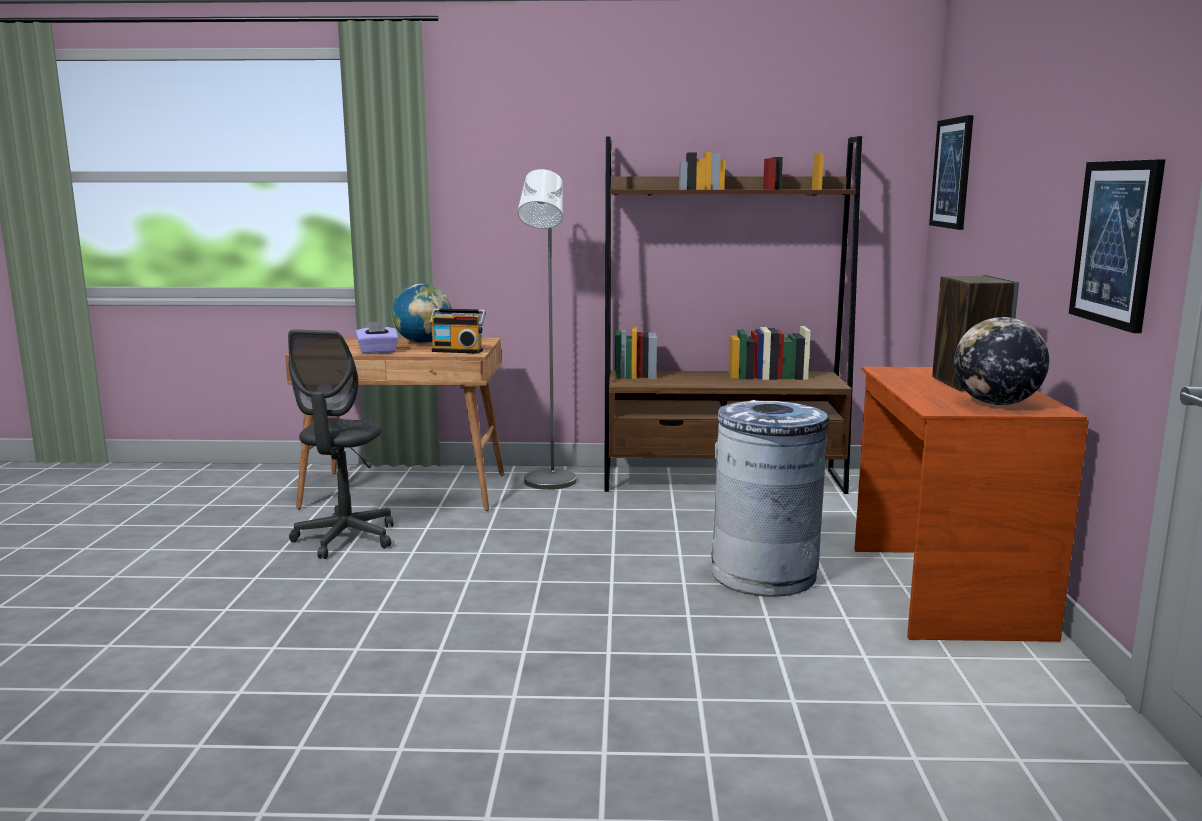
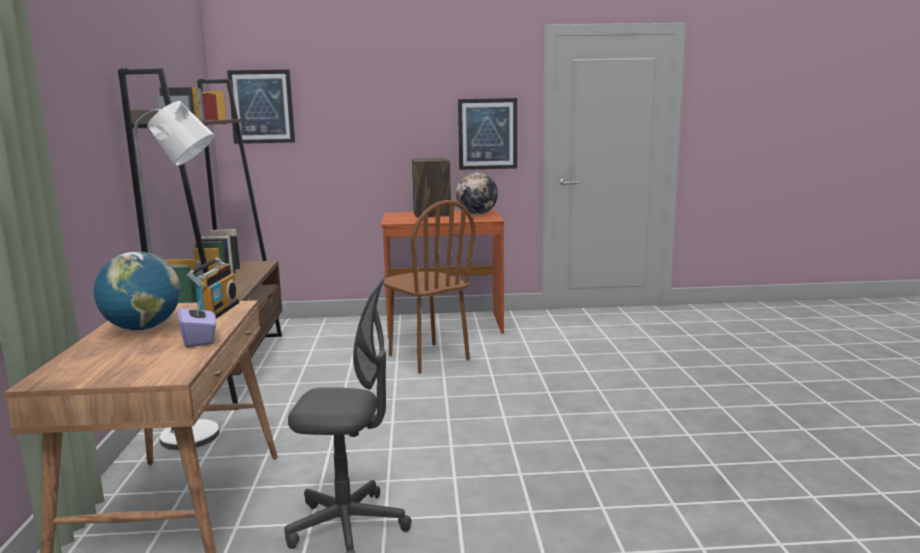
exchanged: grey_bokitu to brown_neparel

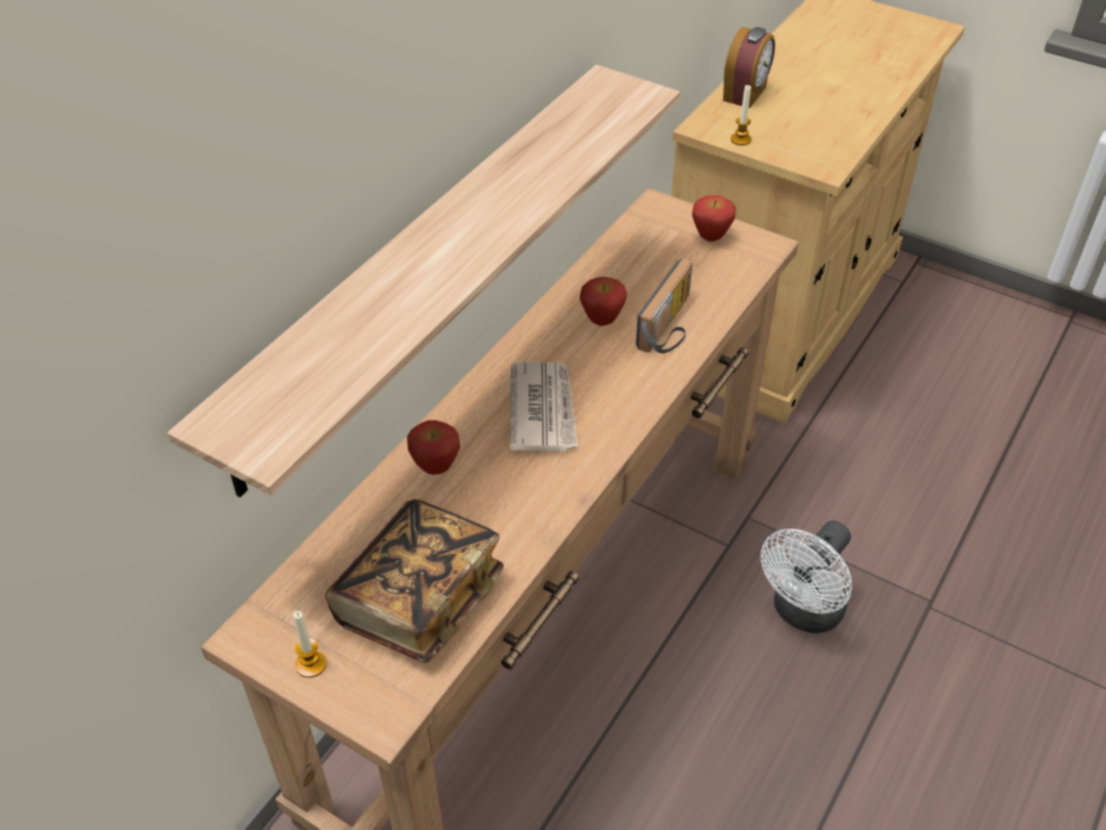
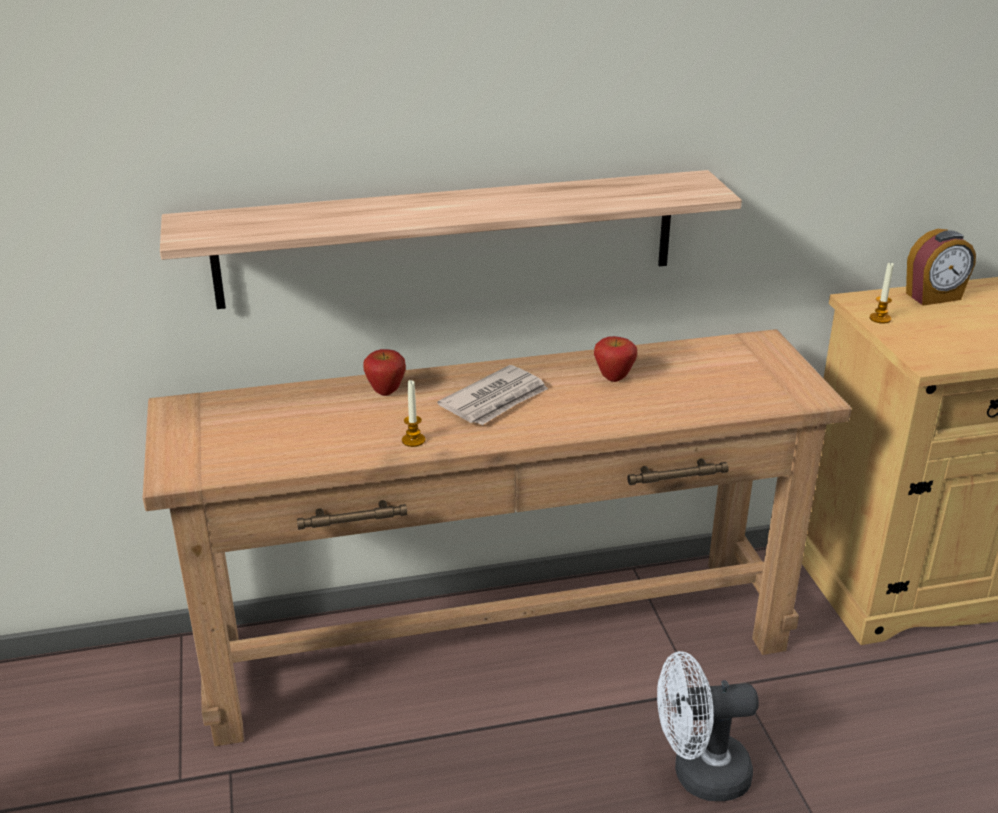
missing: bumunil (no. 3 from left); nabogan; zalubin
relocated: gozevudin (no. 1 from left)

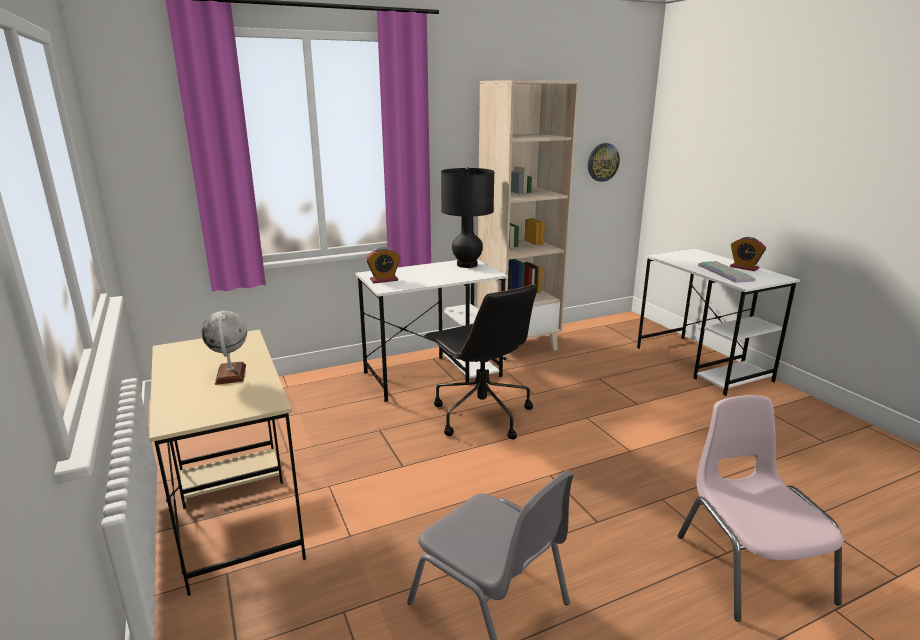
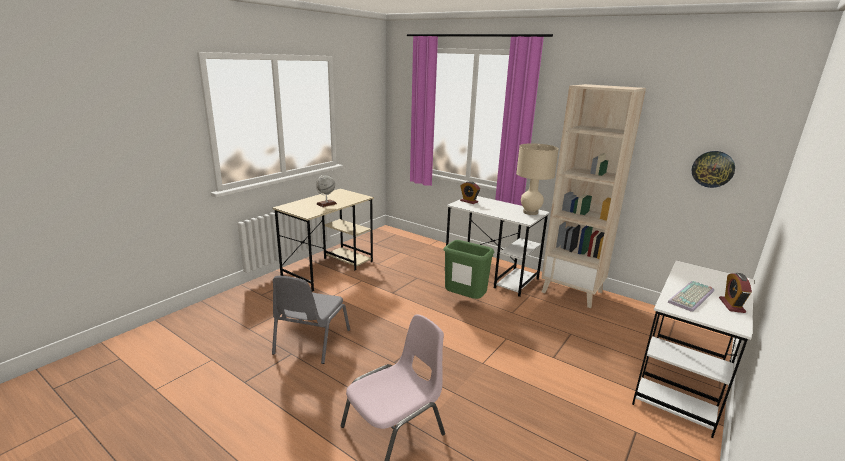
exchanged: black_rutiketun to green_bokitu
colour: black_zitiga to beige_zitiga

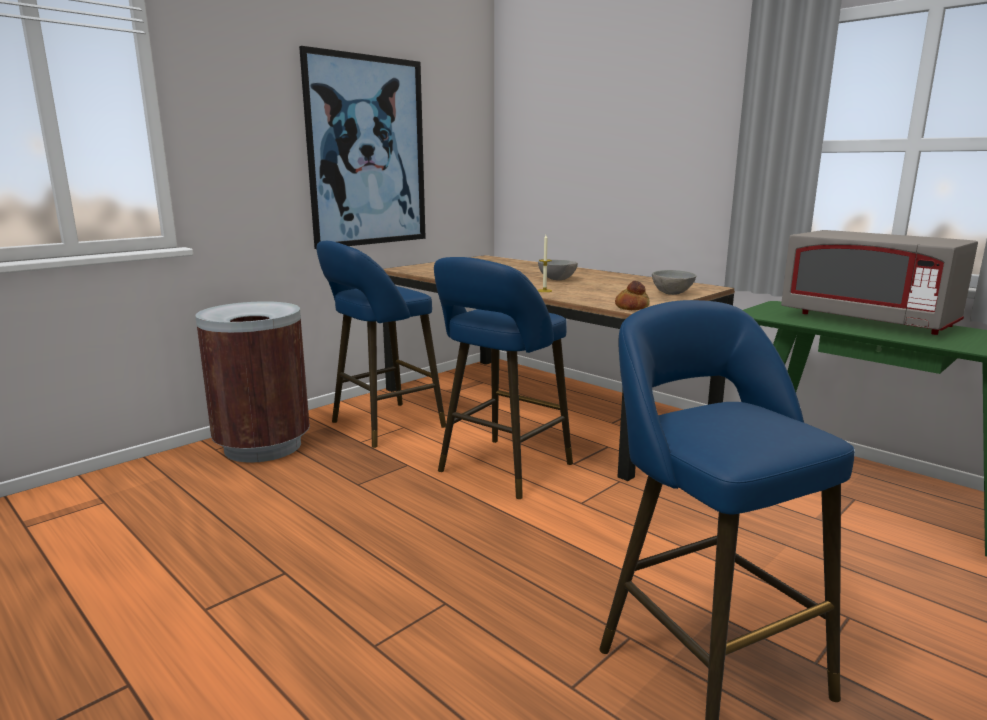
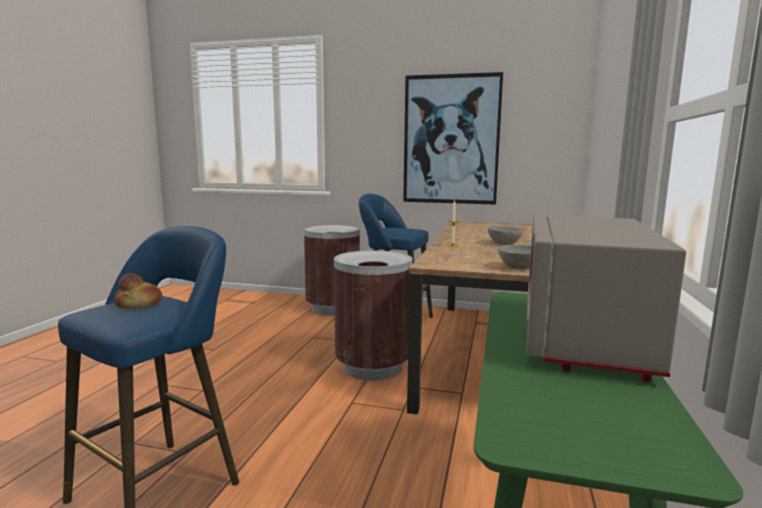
relocated: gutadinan
exchanged: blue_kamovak (no. 2 from left) to brown_bokitu (no. 2 from left)

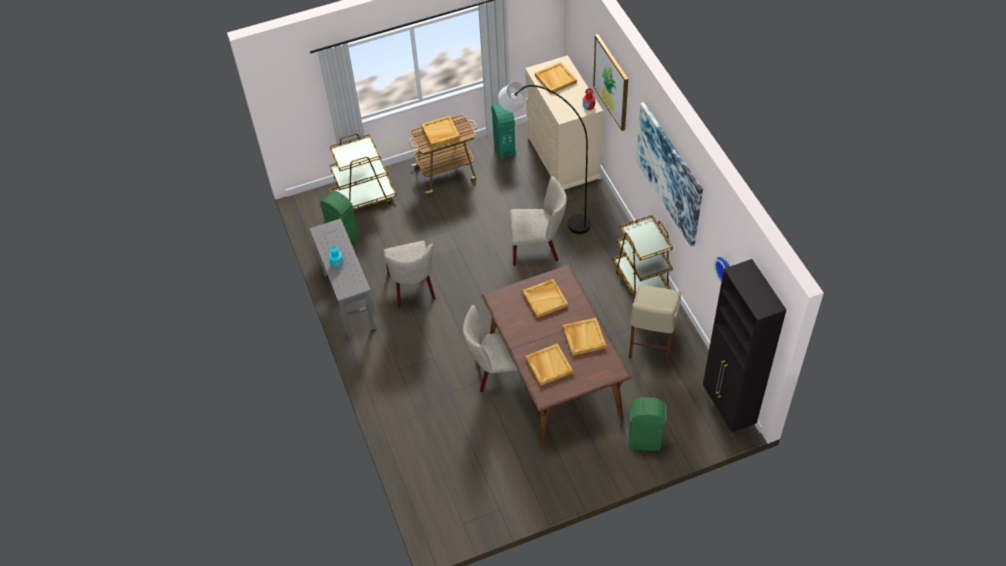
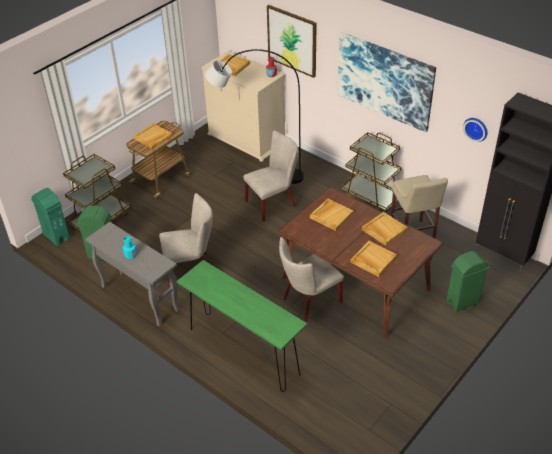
appeared: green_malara
relocated: green_bokitu (no. 2 from left in the first image) to green_bokitu (no. 1 from left)
spun: beige_neparel (no. 1 from left) 60 degrees counterclockwise

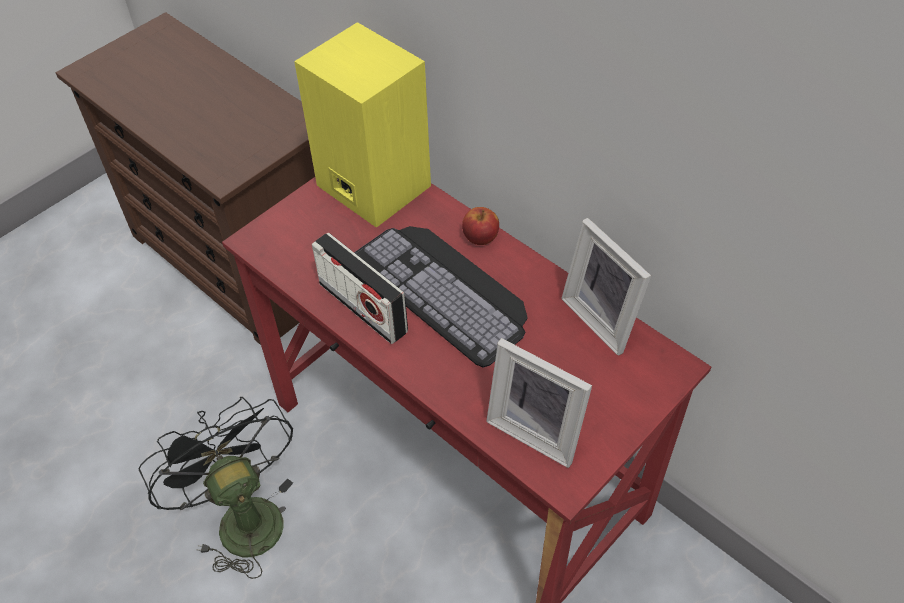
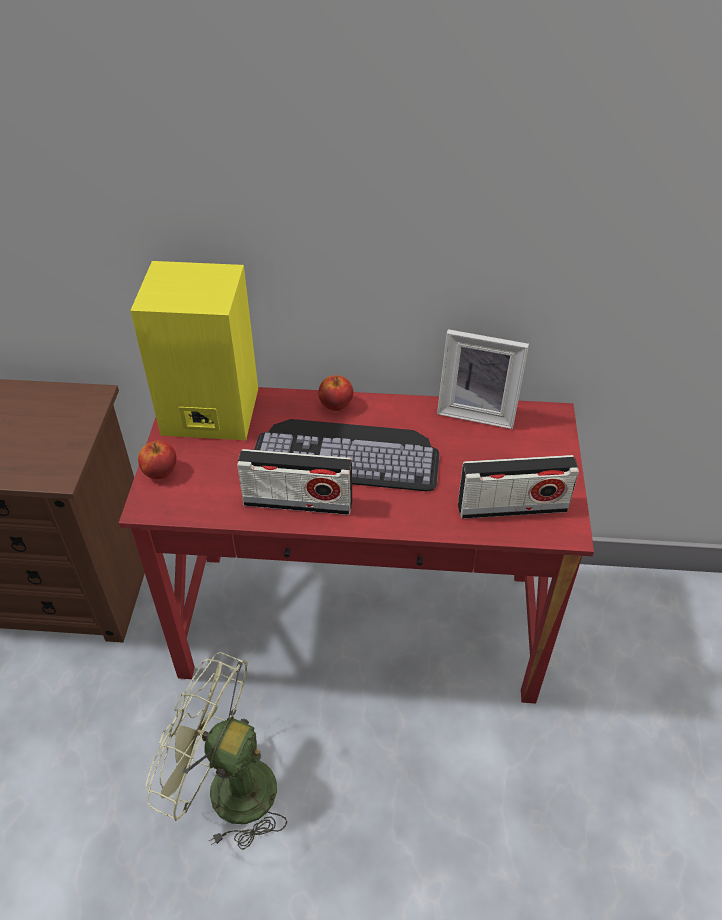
appeared: bumunil (no. 1 from left)
exchanged: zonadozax (no. 1 from left) to nabogan (no. 2 from left)
colour: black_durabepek to green_durabepek

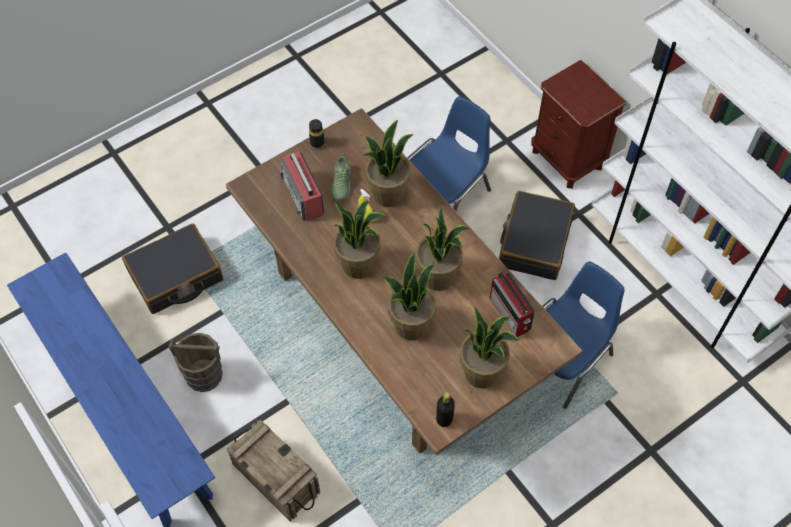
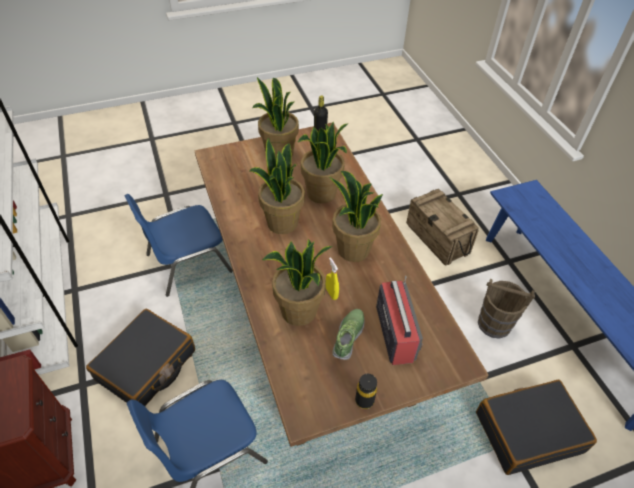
missing: nabogan (no. 2 from left)

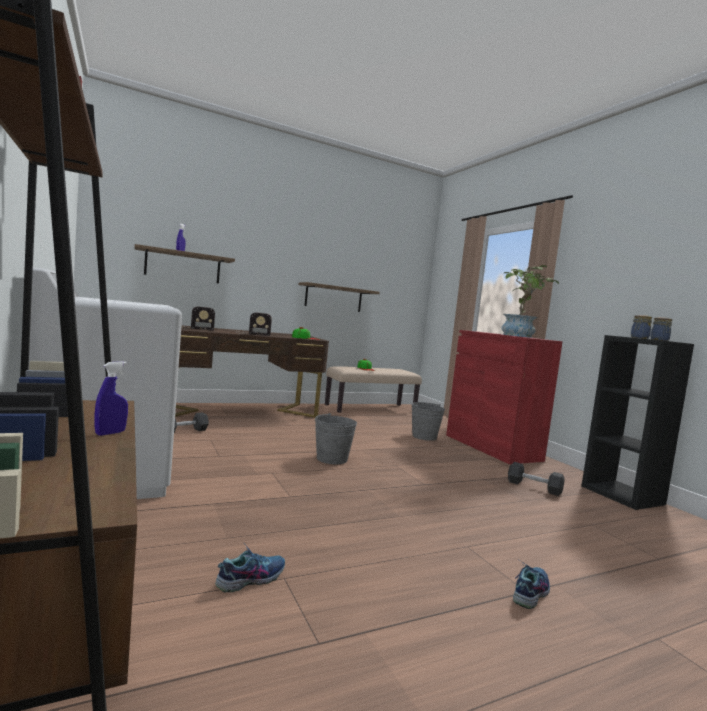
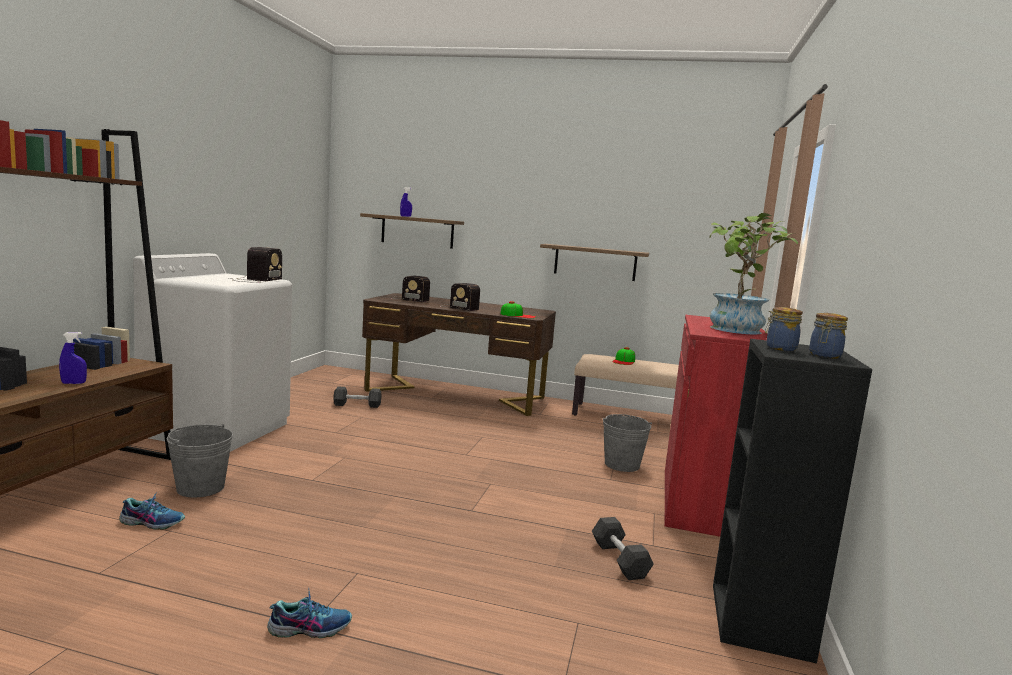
appeared: nabogan (no. 1 from left)
relocated: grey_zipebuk (no. 1 from left)

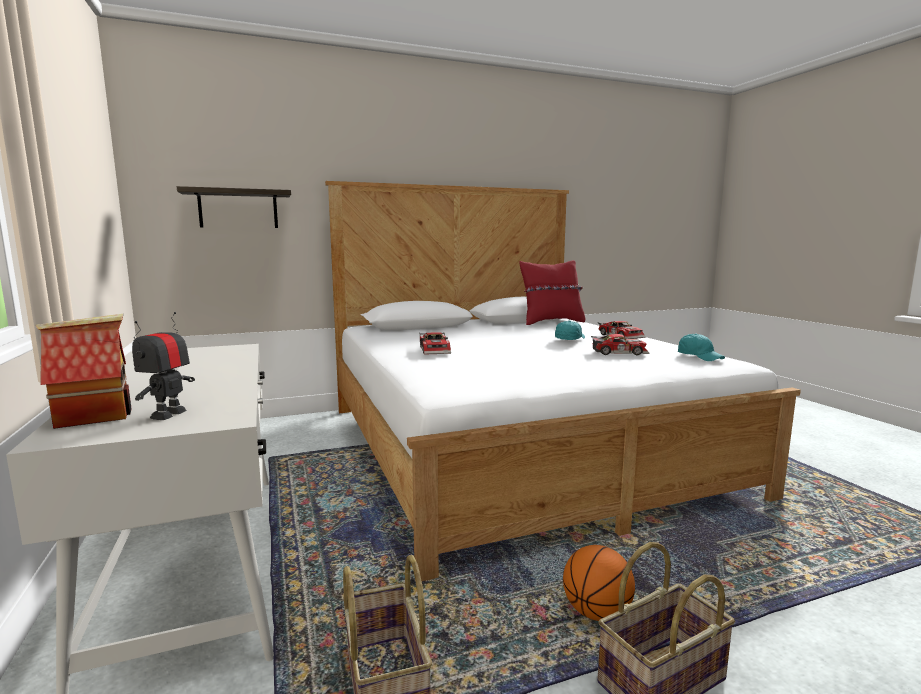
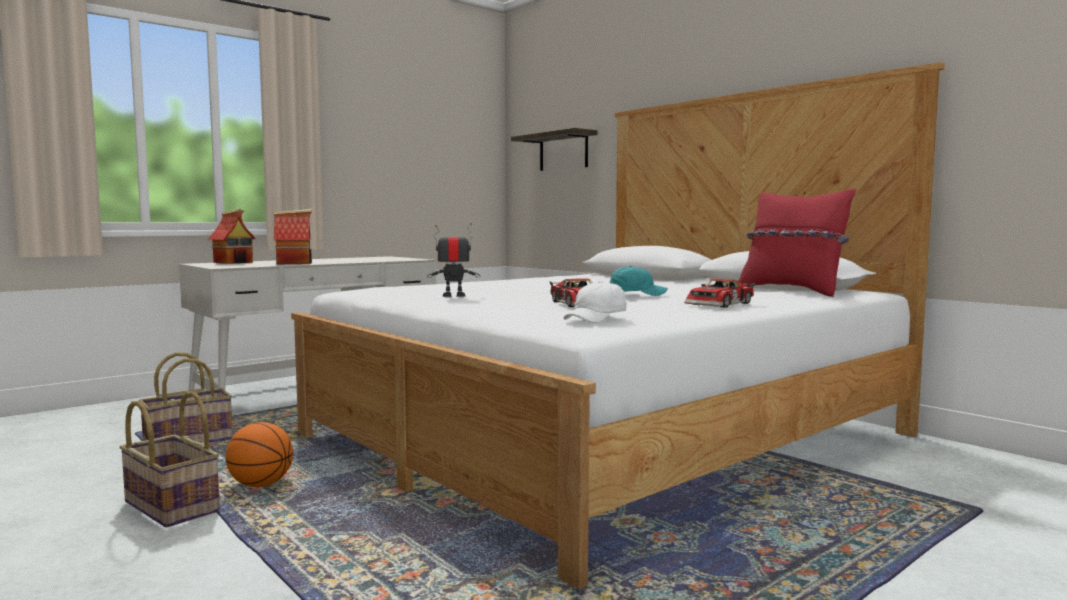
missing: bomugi (no. 1 from left)
appeared: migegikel (no. 2 from left)
relocated: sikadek
colour: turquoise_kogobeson (no. 2 from left) to white_kogobeson

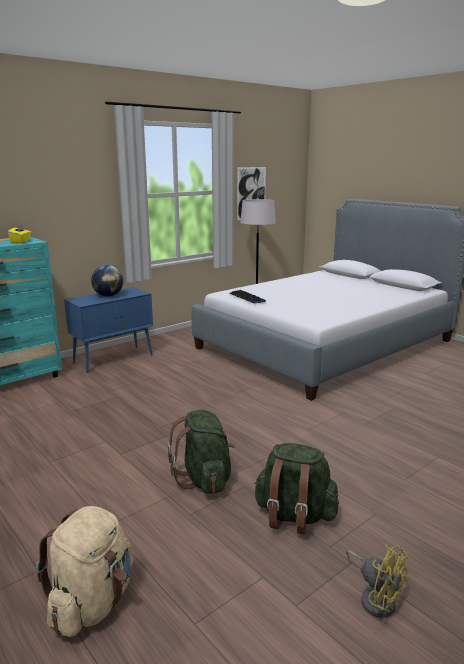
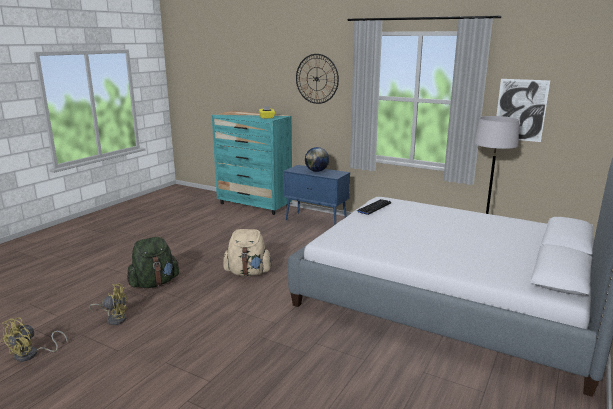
appeared: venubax
relocated: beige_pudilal
exchanged: green_pudilal (no. 2 from left) to yellow_durabepek (no. 2 from left)

